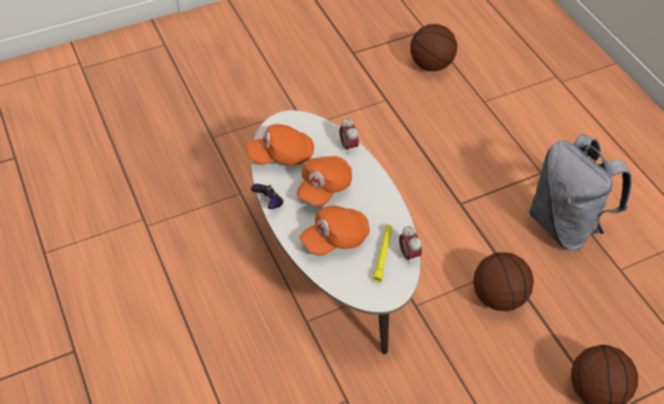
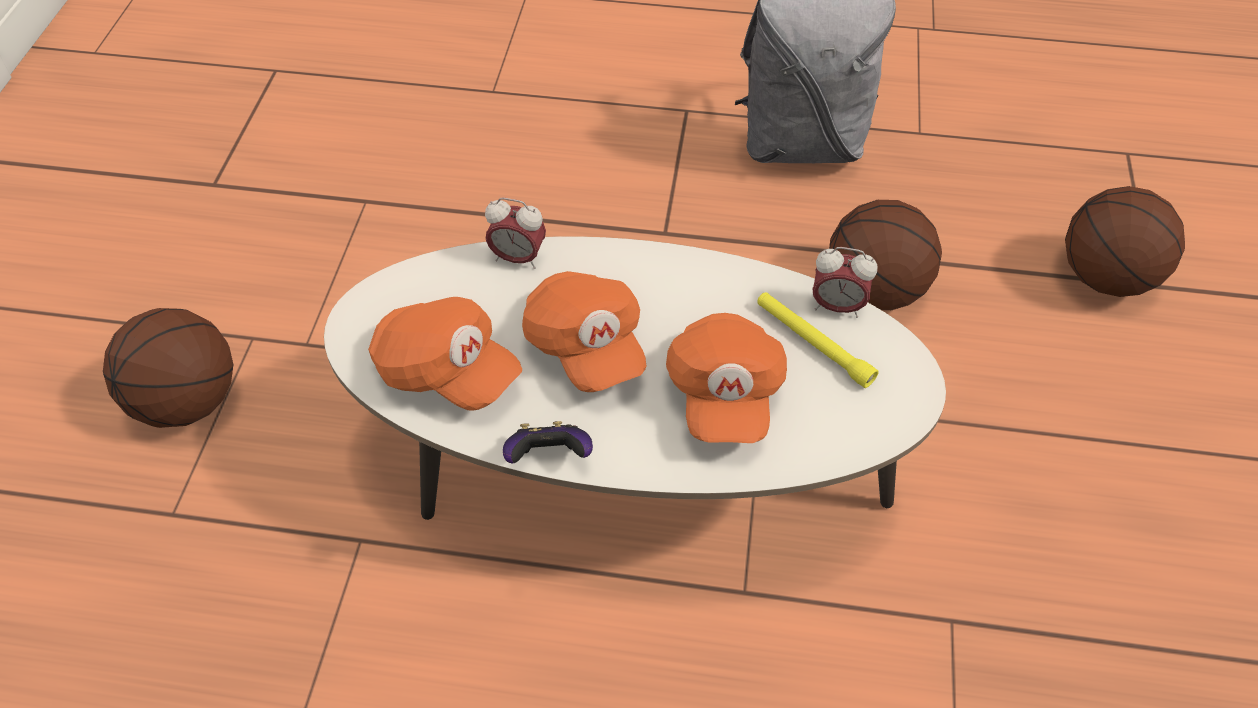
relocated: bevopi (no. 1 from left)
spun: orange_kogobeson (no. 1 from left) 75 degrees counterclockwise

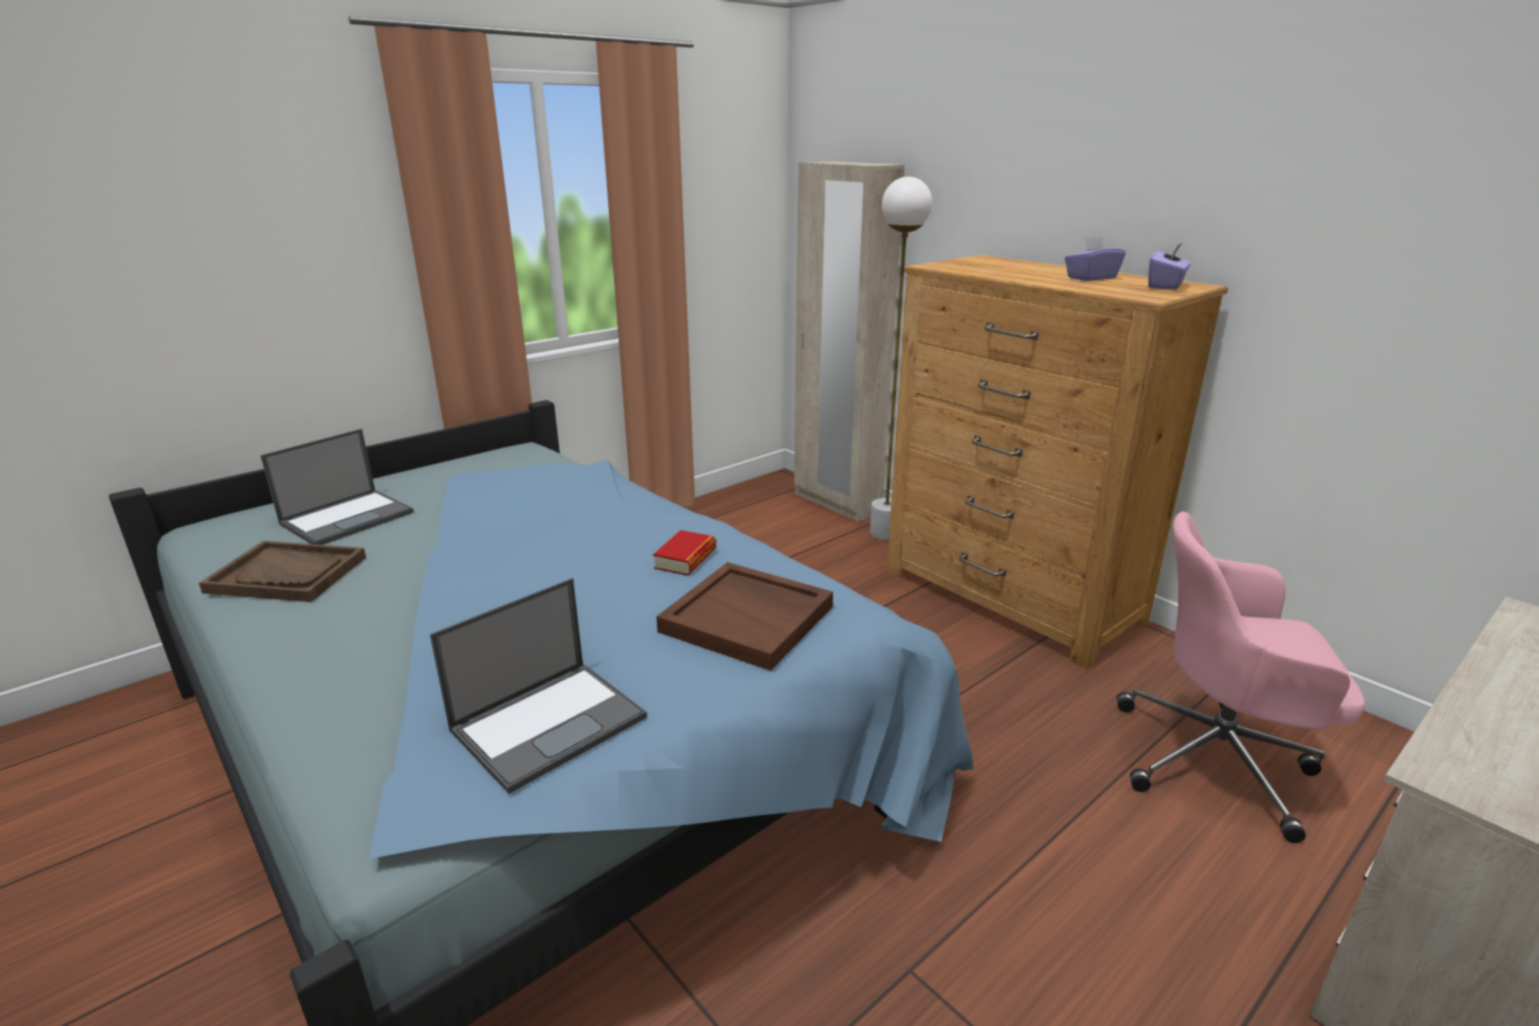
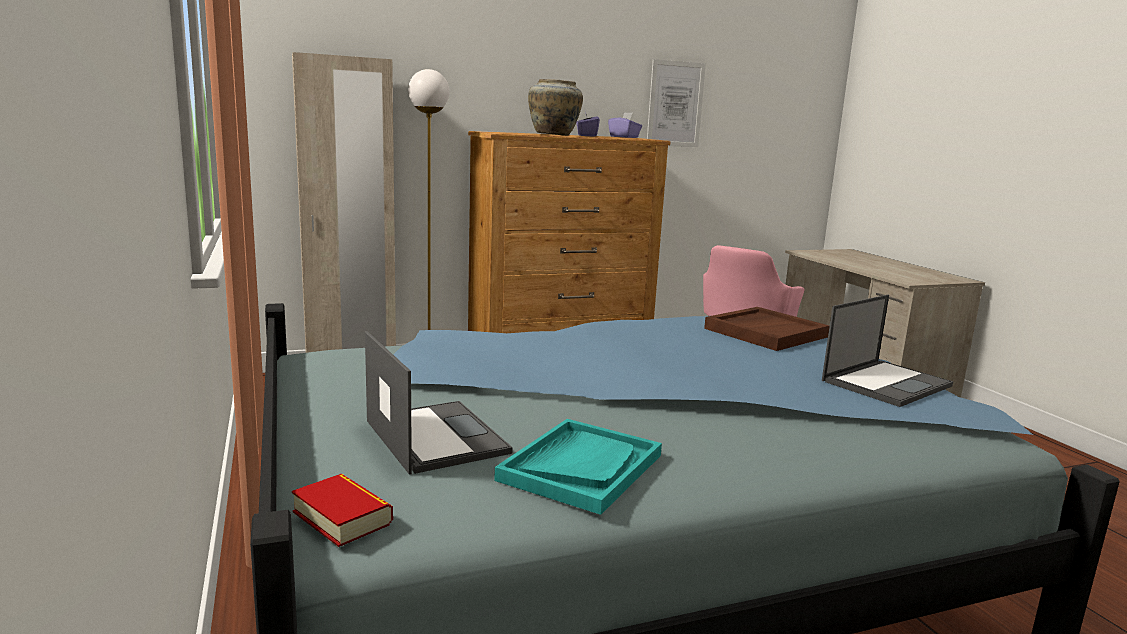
appeared: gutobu; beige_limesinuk
relocated: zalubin
colour: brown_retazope (no. 1 from left) to turquoise_retazope
spun: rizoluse (no. 2 from left) 75 degrees clockwise

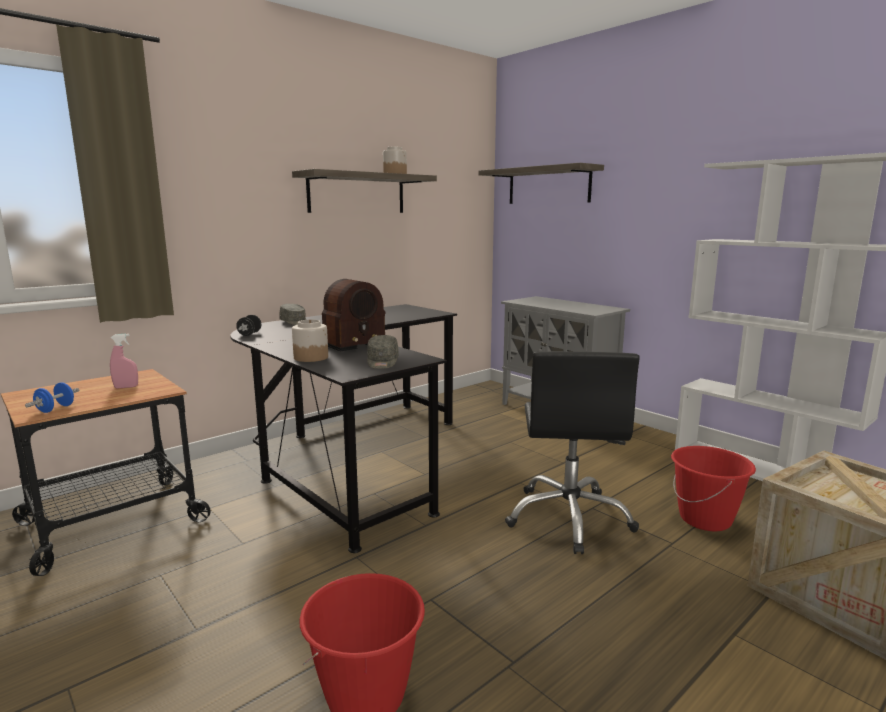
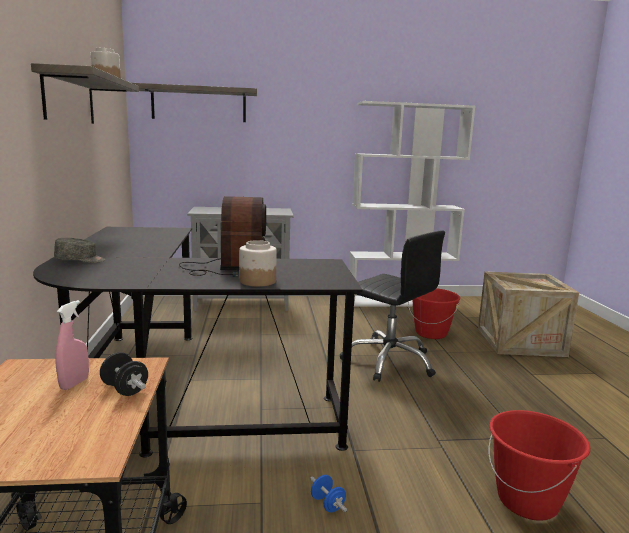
missing: grey_kogobeson (no. 2 from left)
relocated: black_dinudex; blue_dinudex

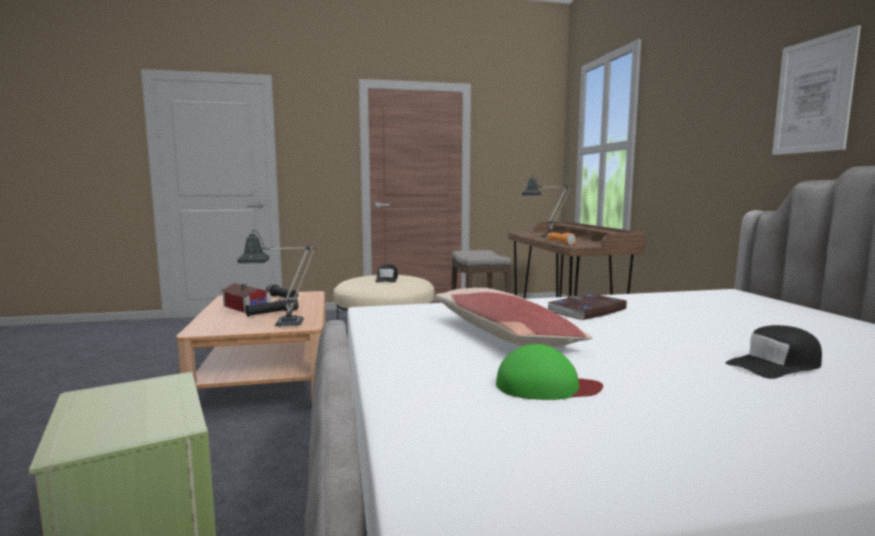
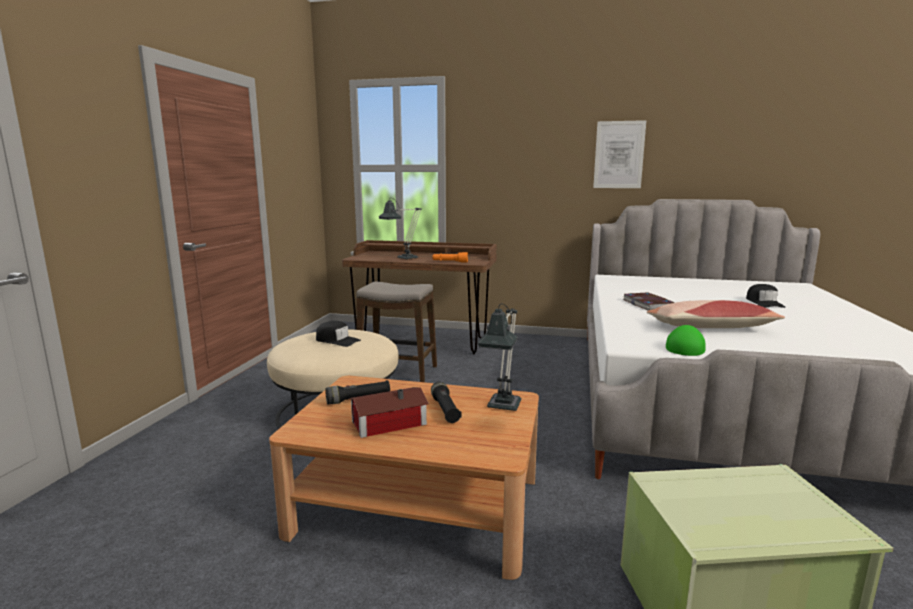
relocated: green_kogobeson

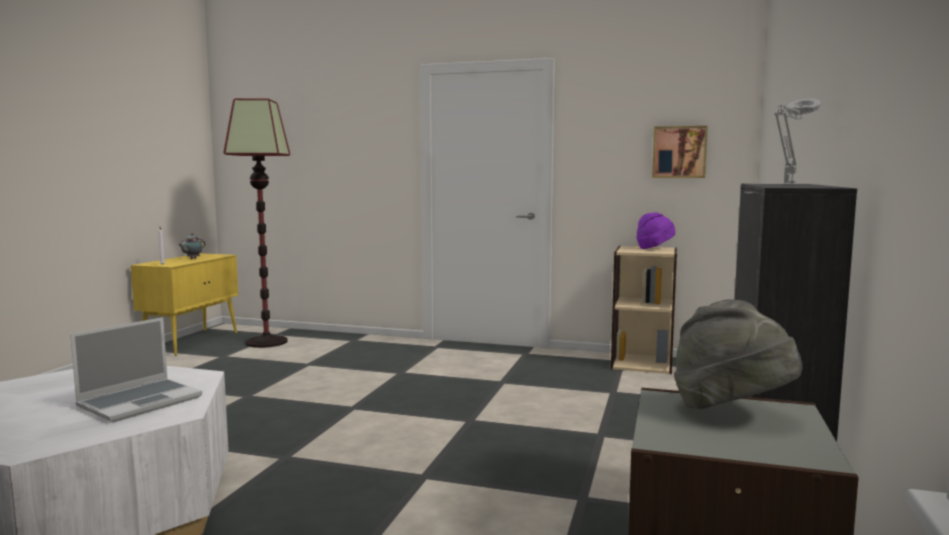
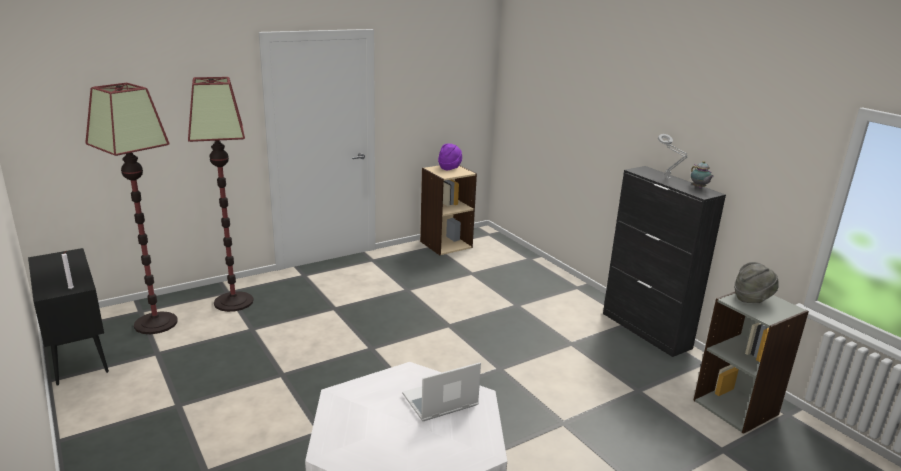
missing: gutobu
appeared: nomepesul (no. 2 from left)
relocated: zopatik
colour: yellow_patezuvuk to black_patezuvuk (no. 1 from left)
spun: rizoluse 105 degrees counterclockwise

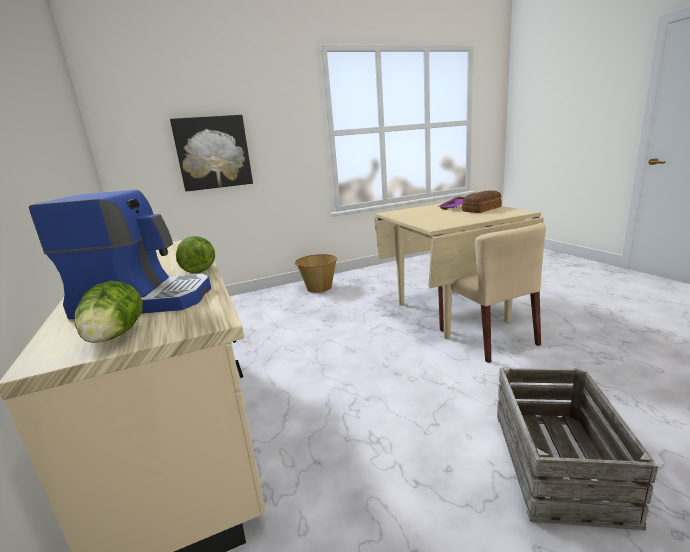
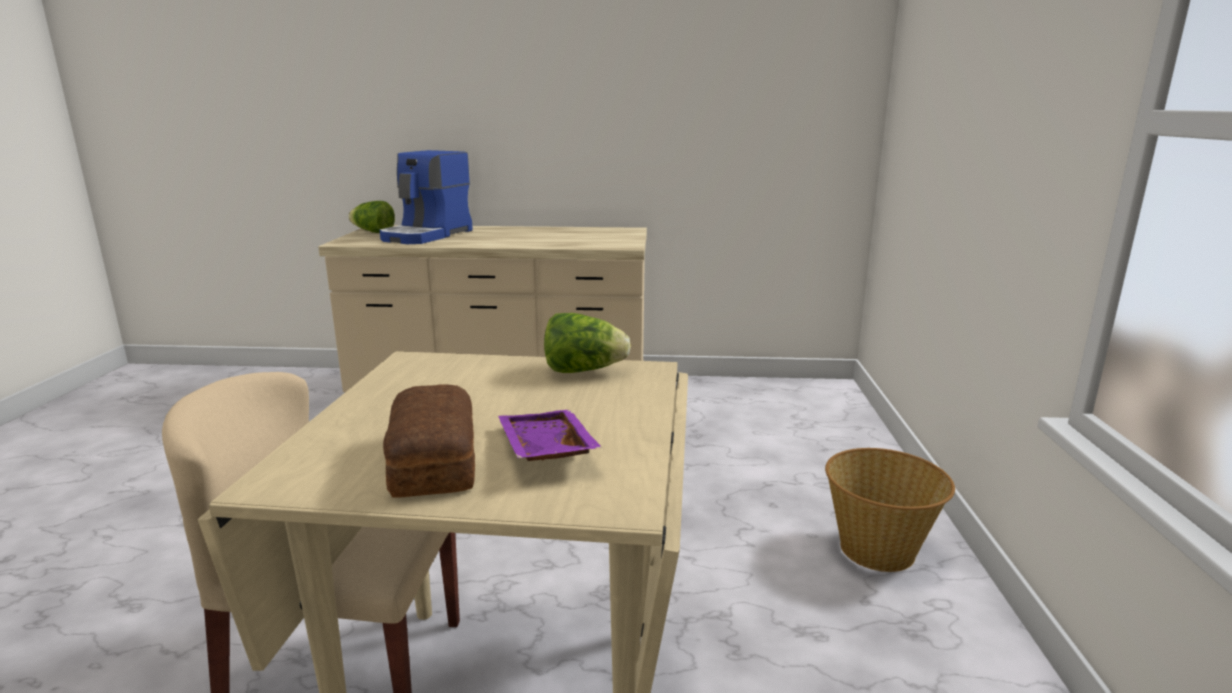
missing: gutobu; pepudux
relocated: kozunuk (no. 2 from left)

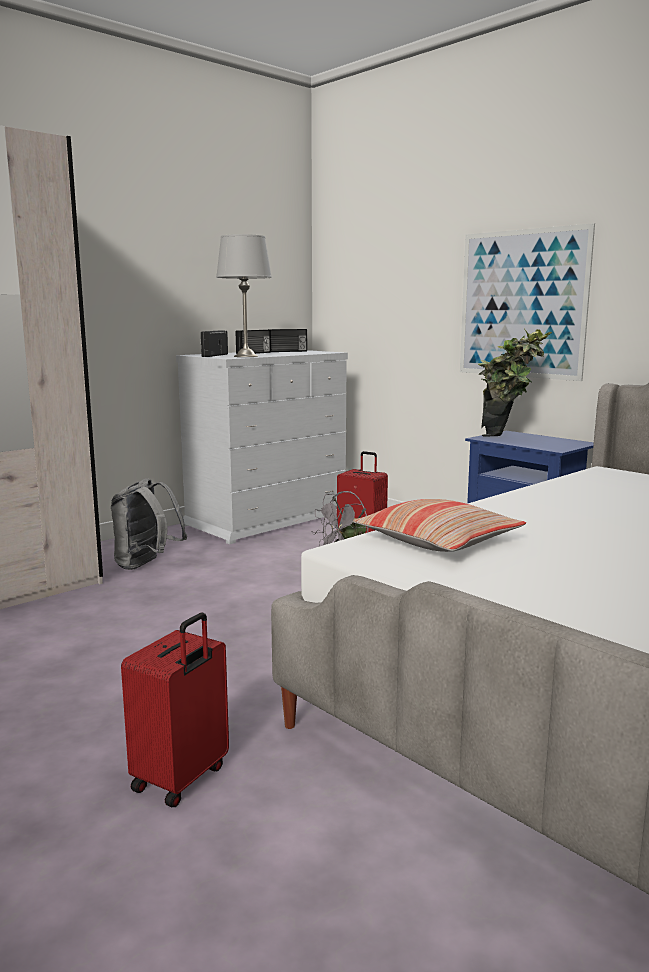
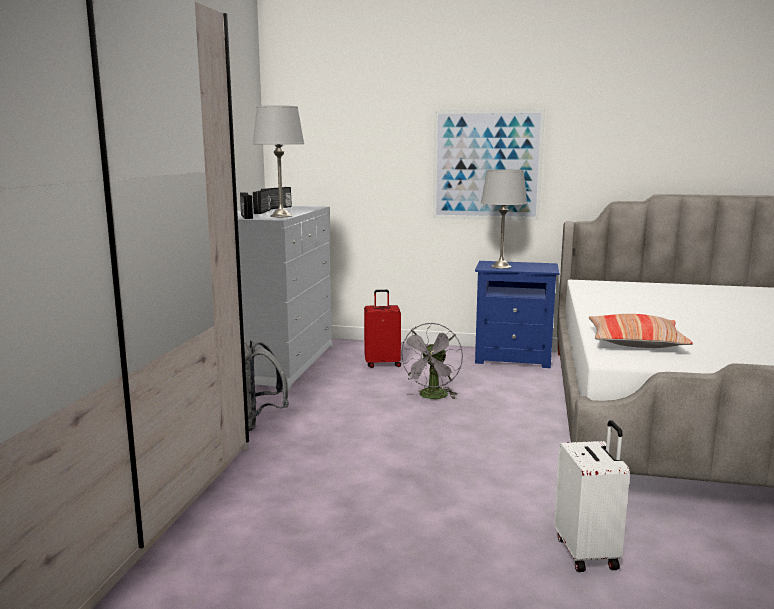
exchanged: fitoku to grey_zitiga (no. 2 from left)
colour: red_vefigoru (no. 1 from left) to white_vefigoru

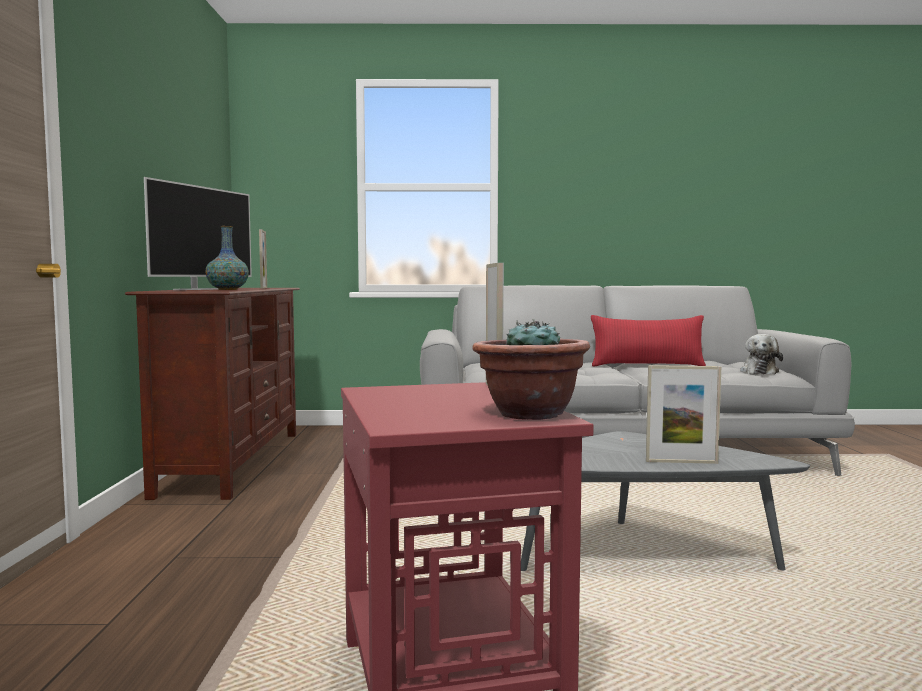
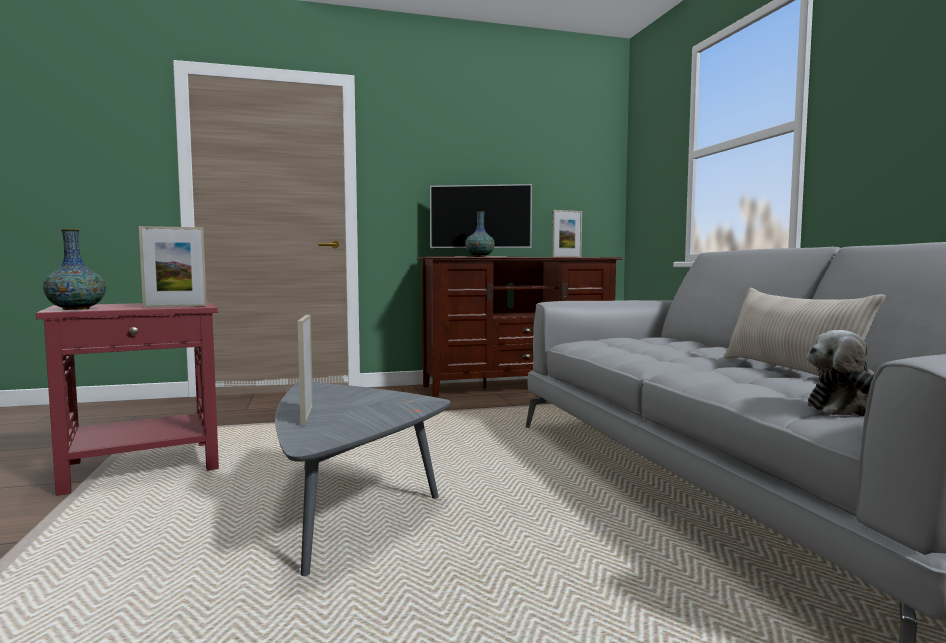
exchanged: fitoku to limesinuk (no. 1 from left)
colour: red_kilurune to beige_kilurune

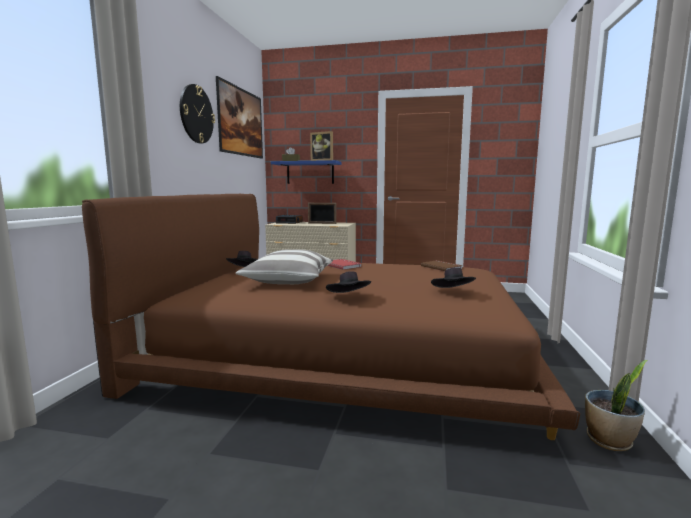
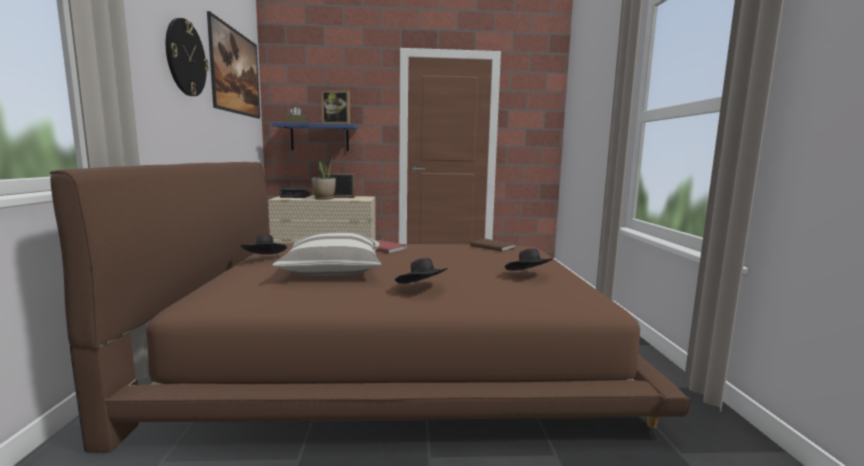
relocated: fitoku

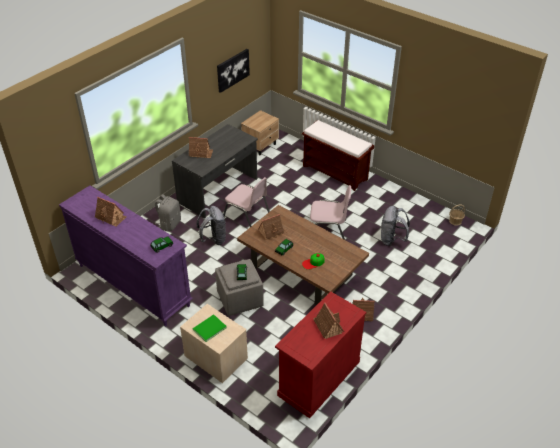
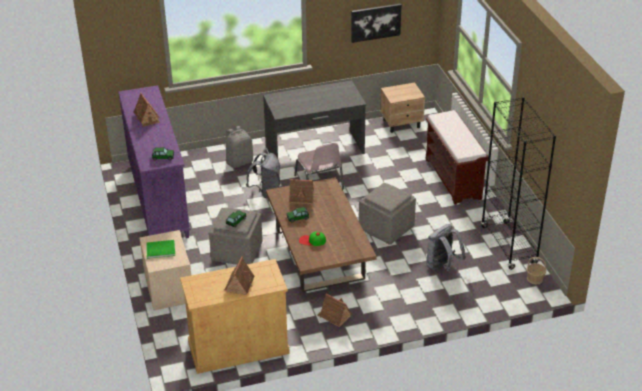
missing: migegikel (no. 2 from left)
appeared: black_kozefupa
exchanged: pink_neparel (no. 2 from left) to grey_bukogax (no. 2 from left)
colour: red_patezuvuk to beige_patezuvuk

